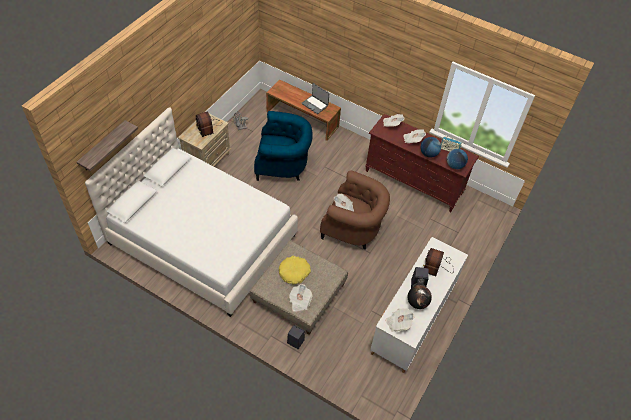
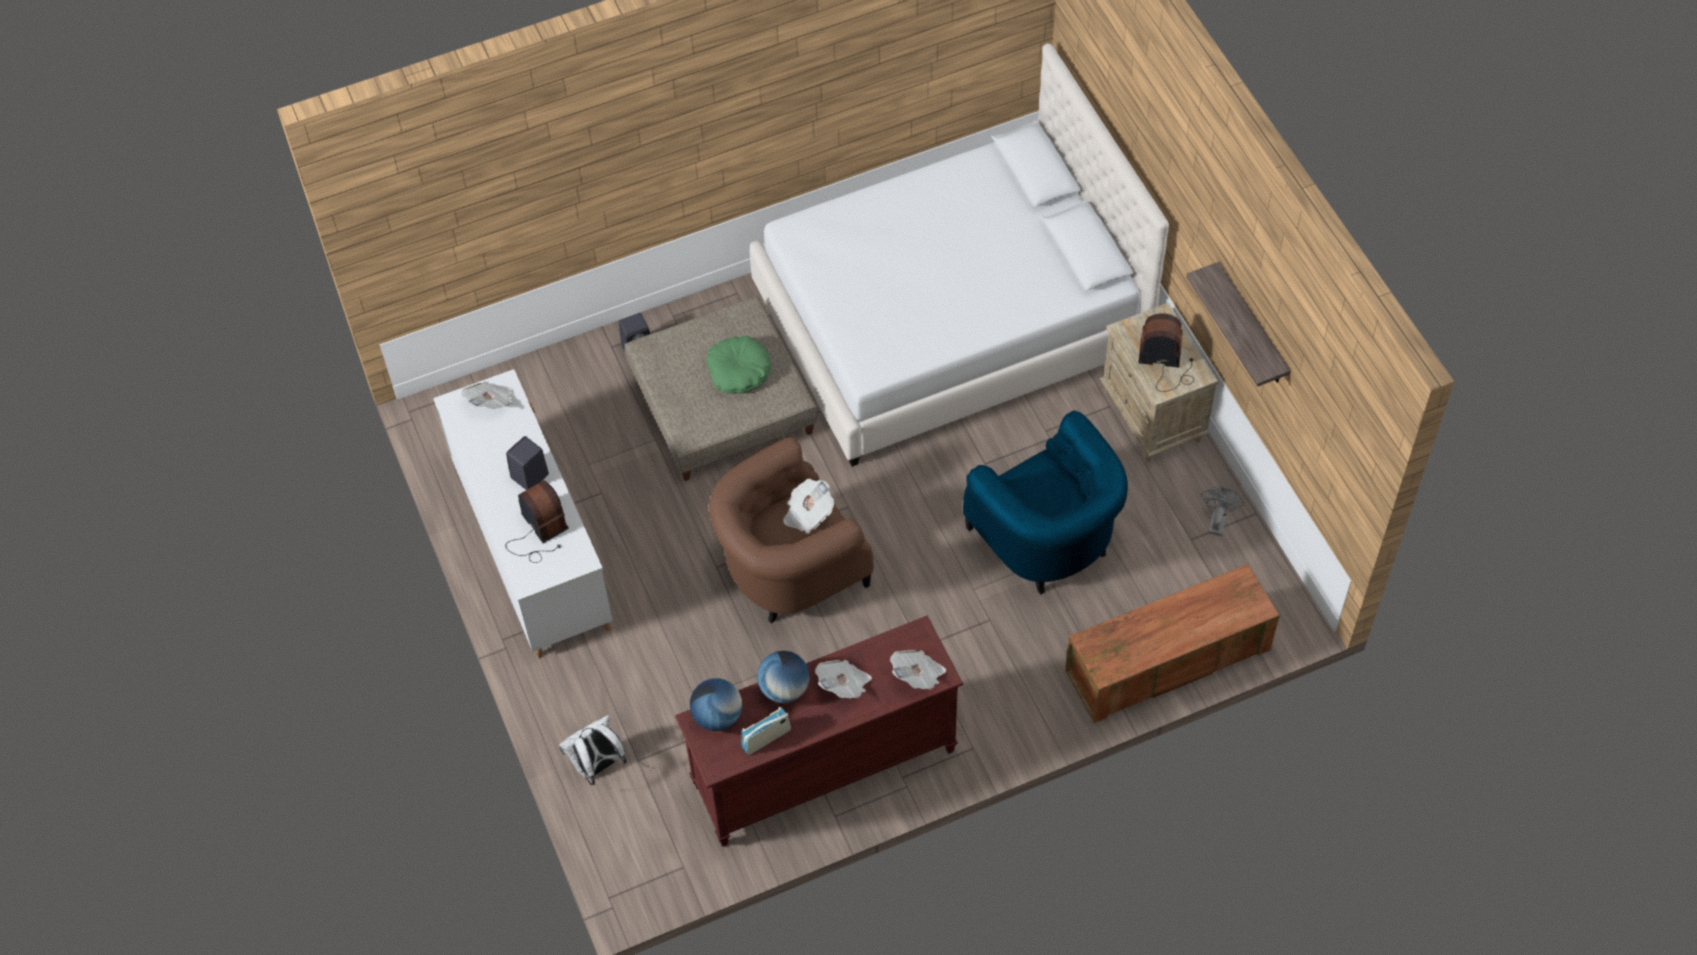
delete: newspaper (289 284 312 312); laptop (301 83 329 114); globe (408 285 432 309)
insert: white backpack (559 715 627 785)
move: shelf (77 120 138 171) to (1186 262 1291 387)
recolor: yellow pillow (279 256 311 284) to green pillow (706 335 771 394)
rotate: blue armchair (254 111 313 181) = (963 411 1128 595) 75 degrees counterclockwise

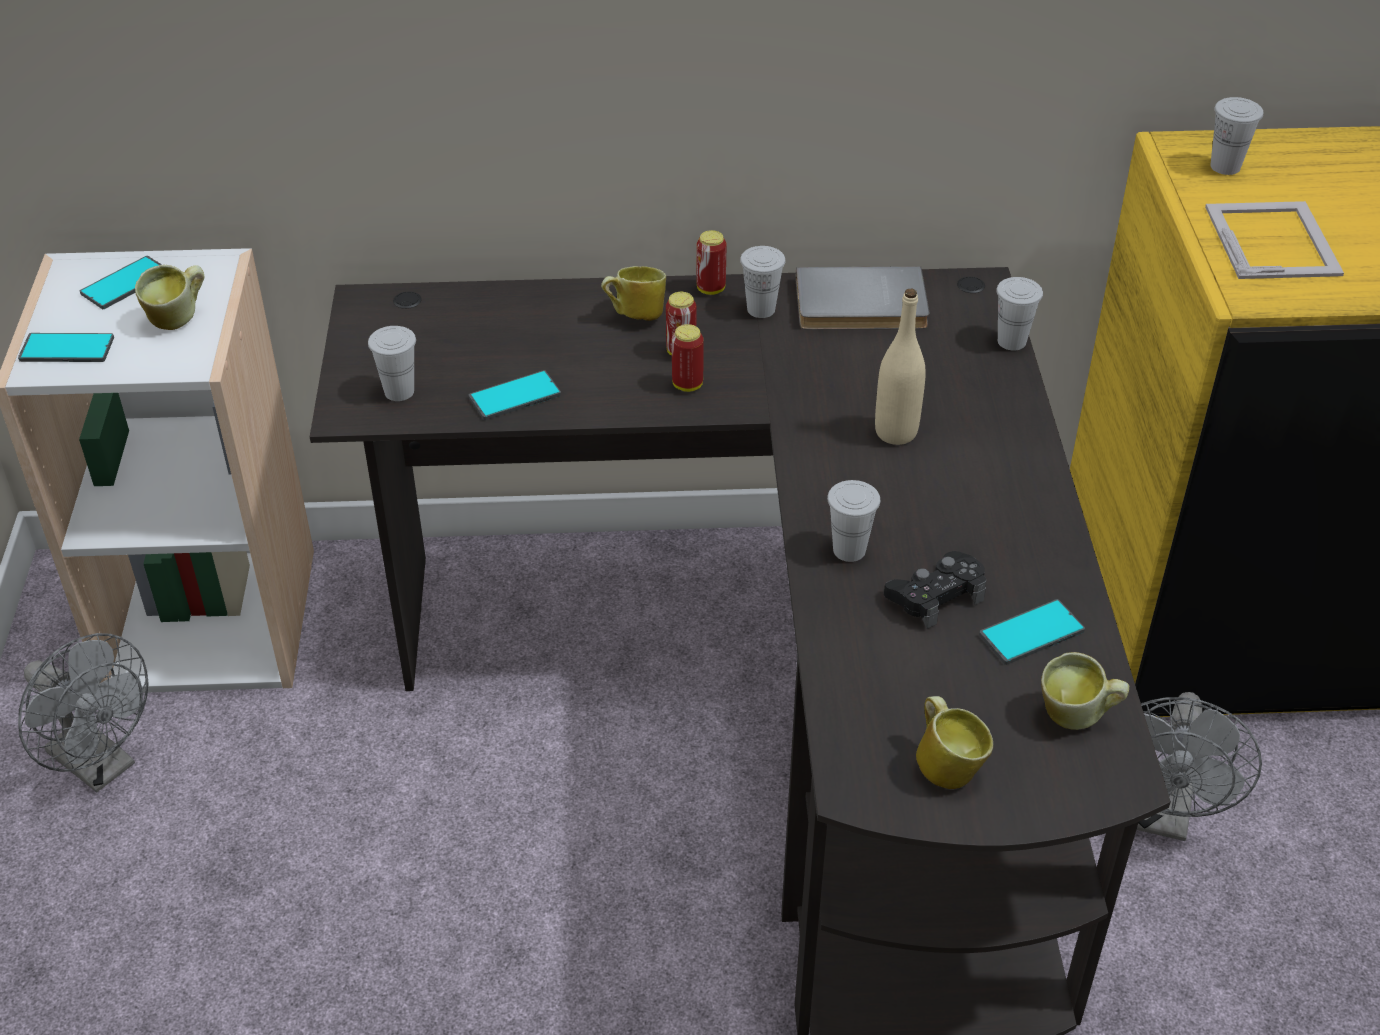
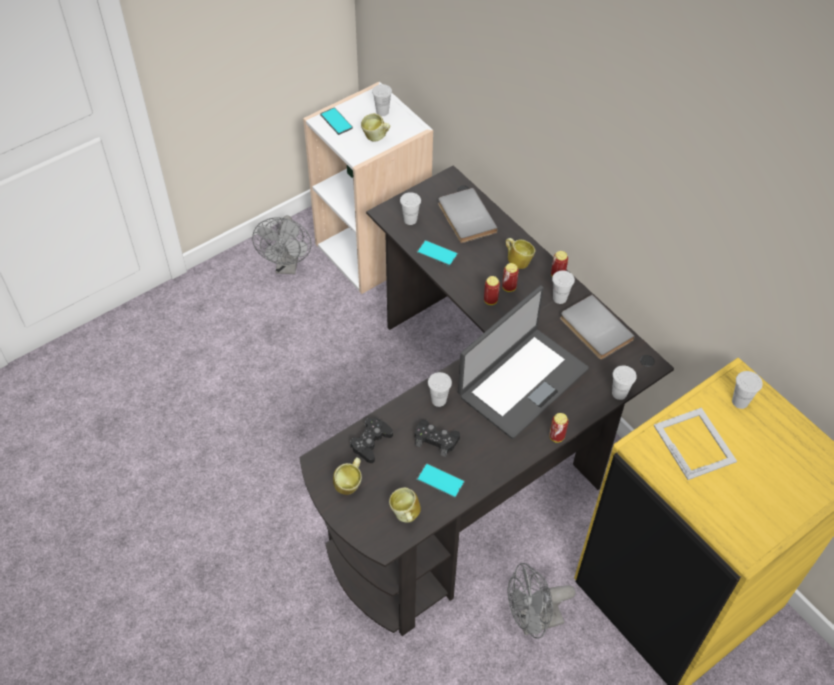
insert: black game controller (350 418 393 463); grey book (438 188 498 243); can (549 413 569 443)
replace: phone (80 256 162 309) to white cup (372 84 392 116); beige bottle (875 289 926 445) to laptop (458 285 589 439)
rotate: picture frame (1205 201 1344 279) = (653 408 737 480) 75 degrees counterclockwise

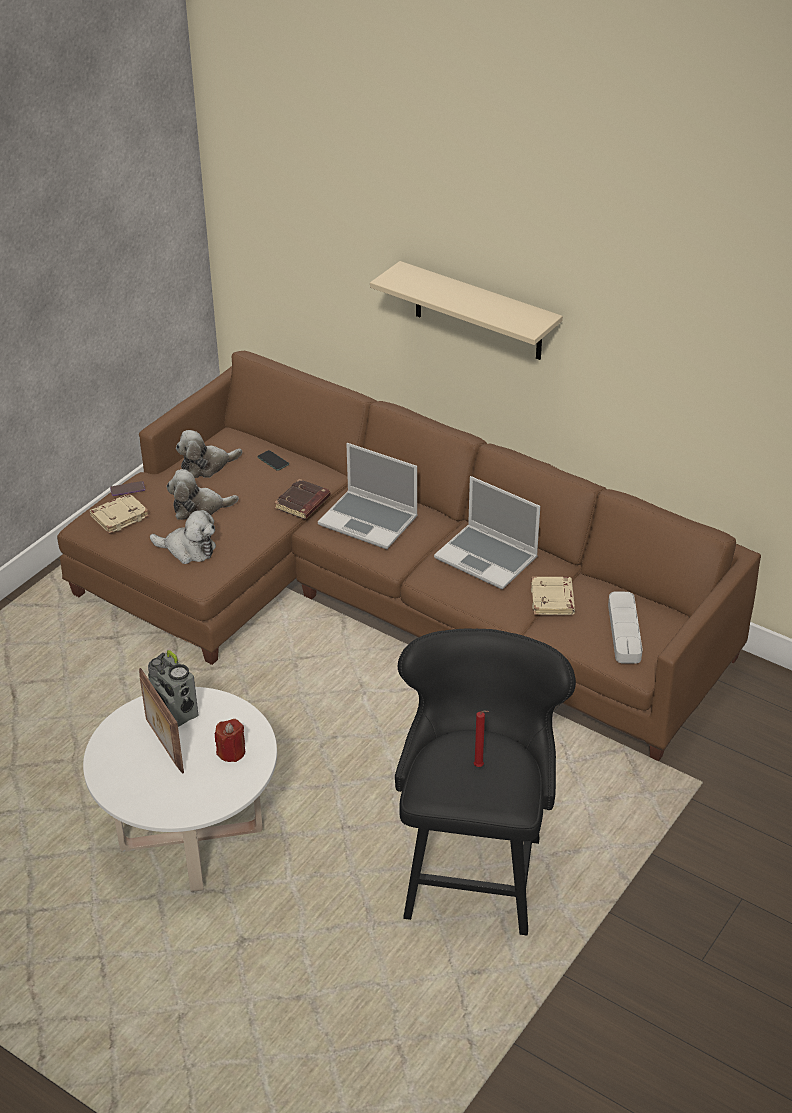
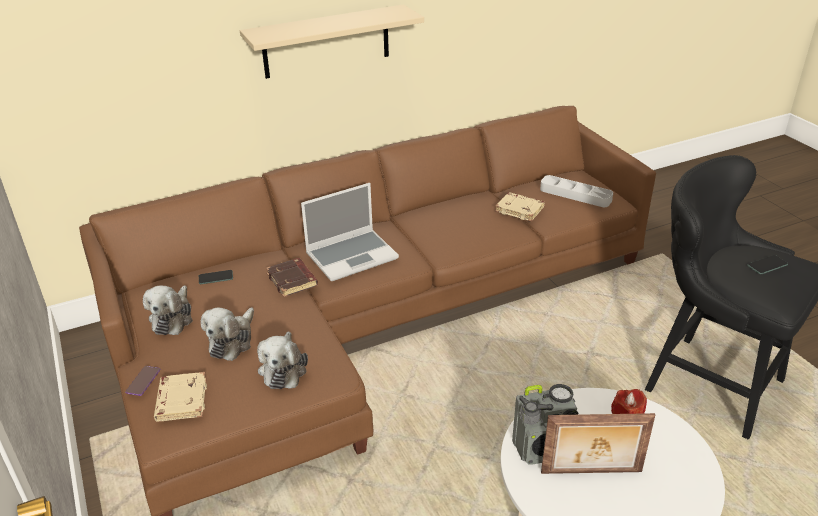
delete: laptop (434 476 540 589)
replace: red candle (474 710 489 767) to phone (747 255 788 274)
rotate: plush toy (150 510 216 564) = (257 332 308 389) 135 degrees clockwise

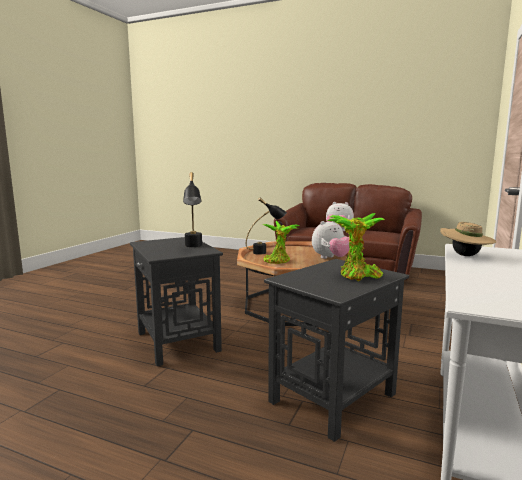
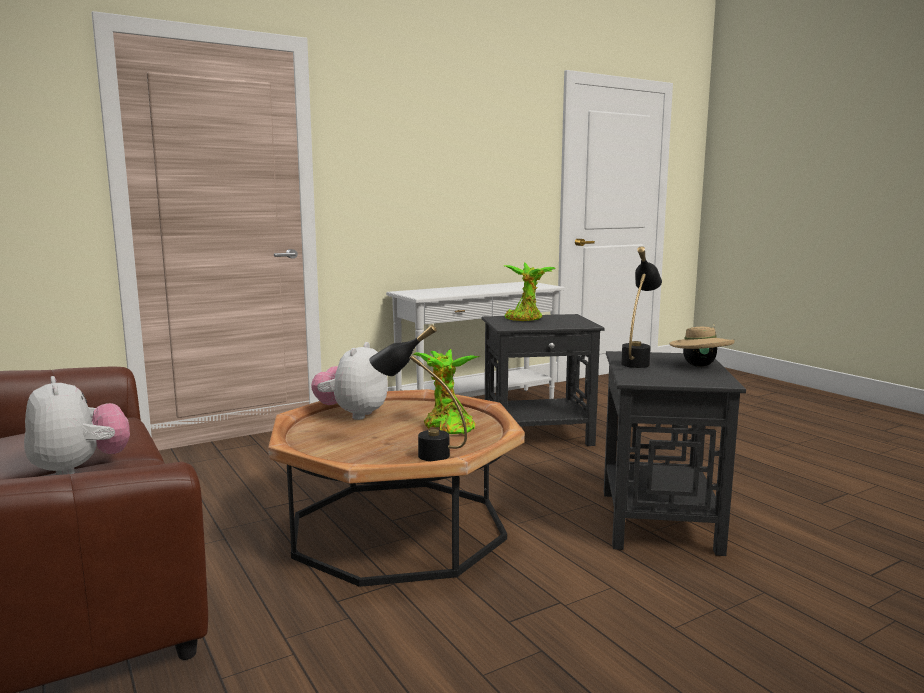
move: beige hat (440 222 496 256) to (669 324 735 367)
rotate: plush toy (312 221 350 259) = (311 342 388 420) 75 degrees counterclockwise

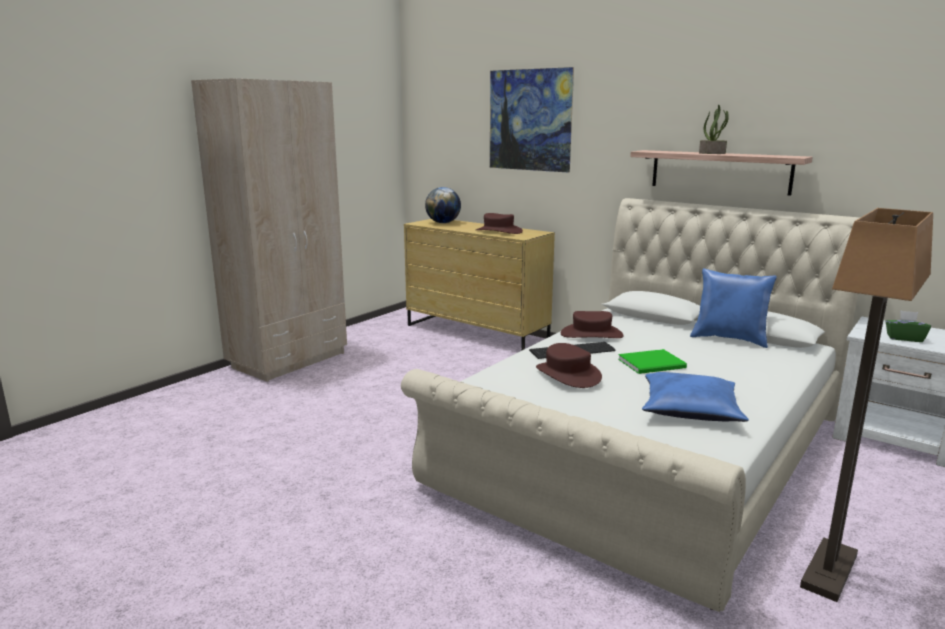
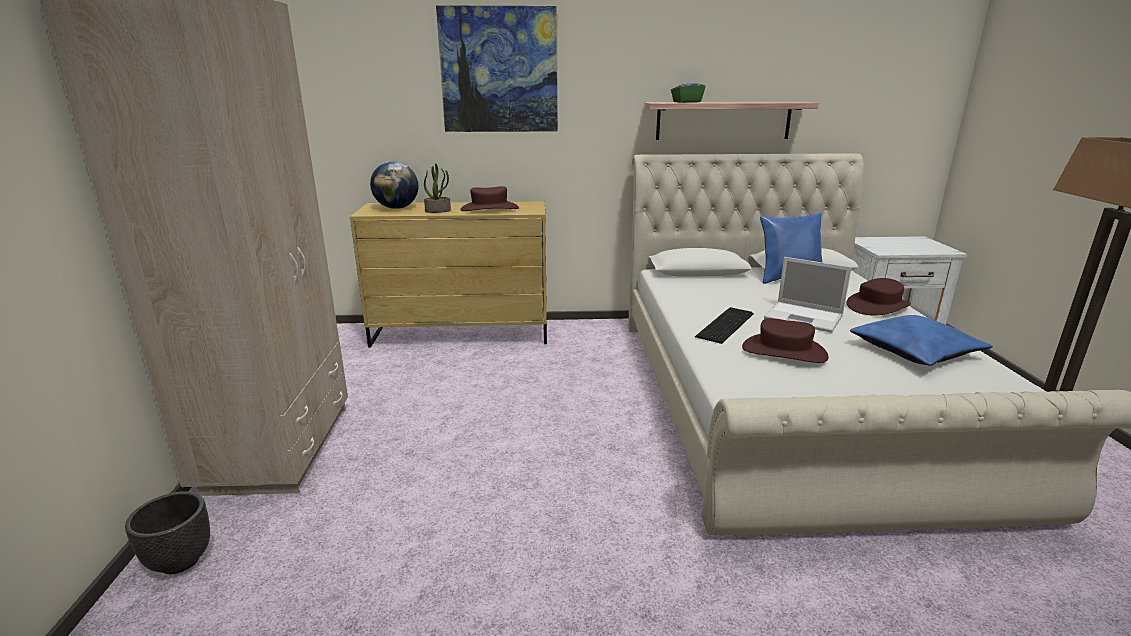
insert: black planter (125 491 210 574)
move: potted plant (699 105 729 154) to (424 163 451 213); green tissue box (885 310 931 342) to (671 77 705 103); brown hat (561 311 624 338) to (847 278 911 316)
replace: green book (618 349 687 374) to laptop (764 257 852 333)

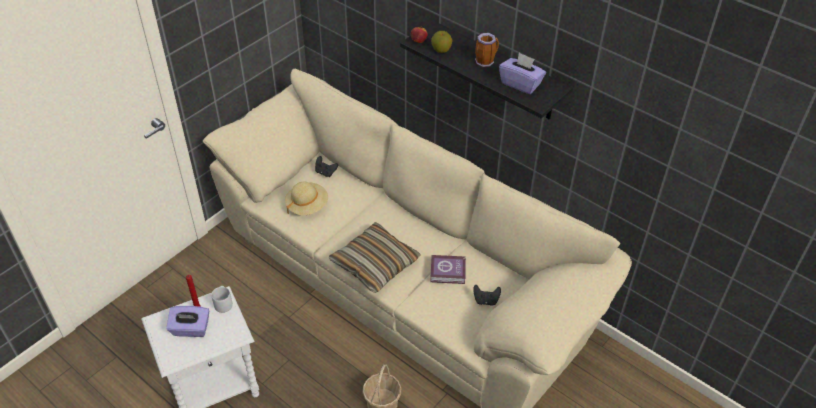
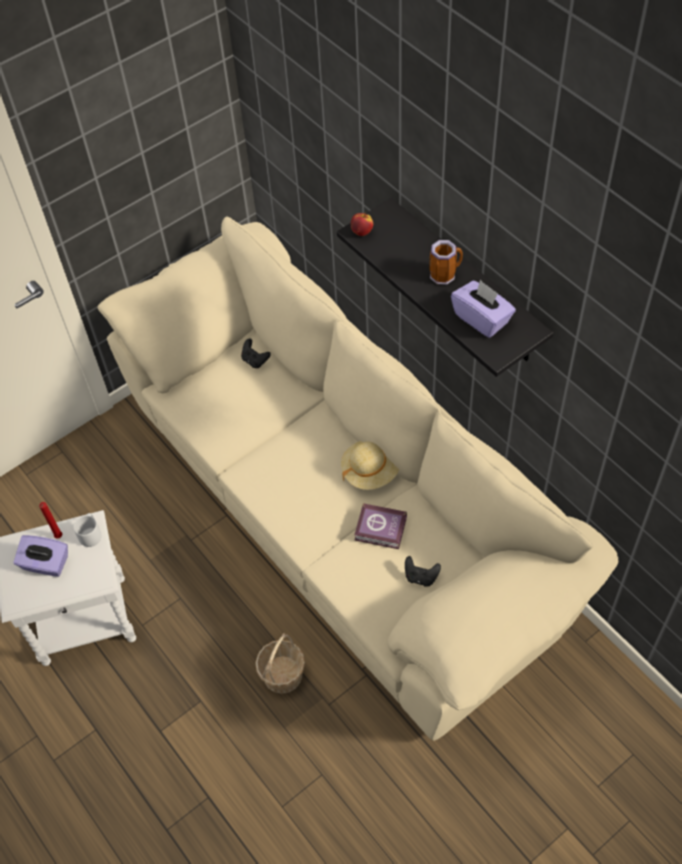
delete: pillow (329 222 421 293); apple (431 31 453 53)
move: beige hat (285 181 328 215) to (341 441 399 490)

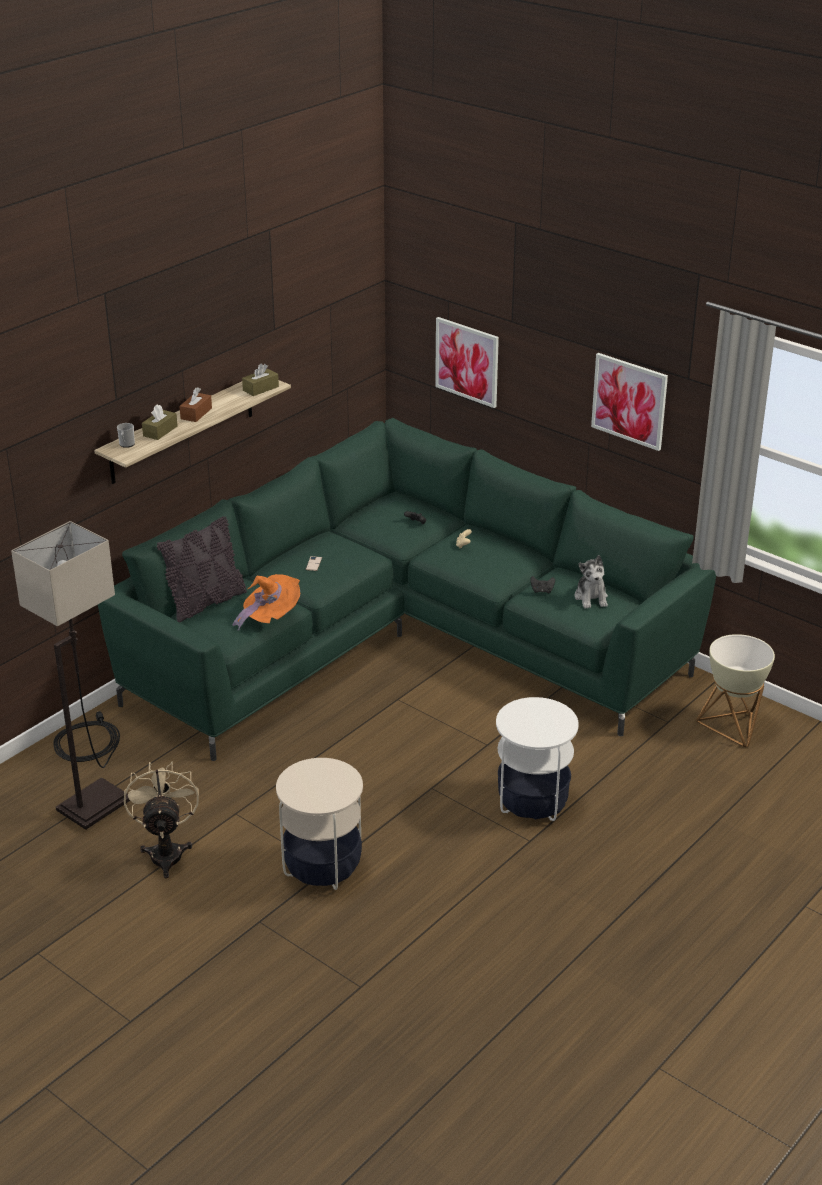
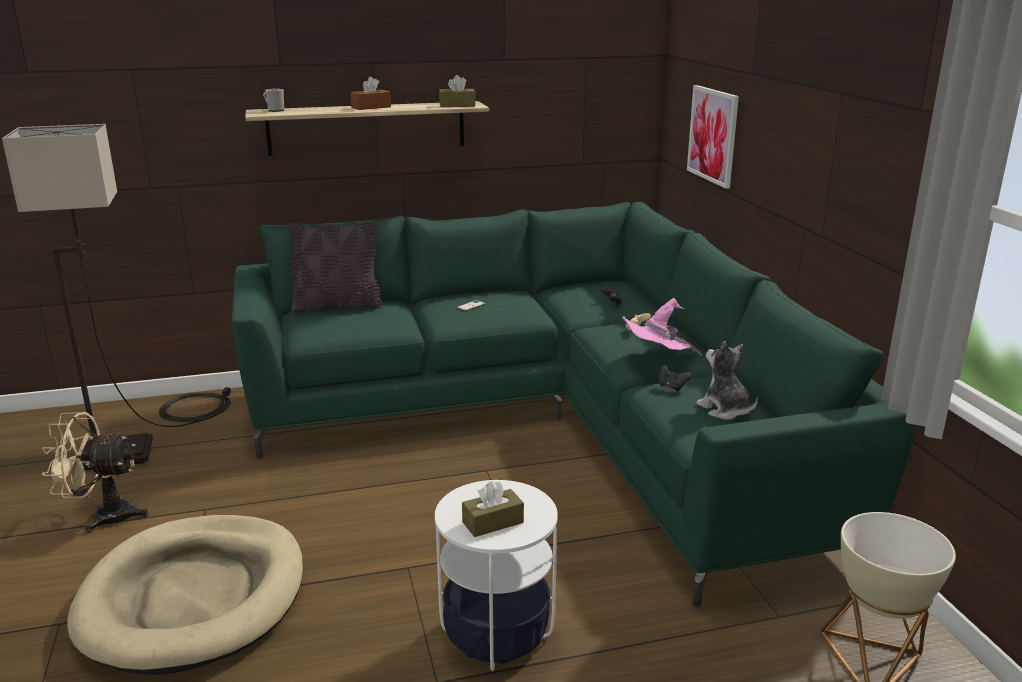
delete: orange hat (233 574 300 631); picture (591 353 668 451)
insert: pink hat (622 298 702 356)
move: brown tissue box (142 404 178 440) to (462 481 524 537)
replace: beige side table (276 758 363 890) to beige dog bed (67 515 303 675)
rotate: beige fan (124 762 199 878) = (41 412 149 534) 120 degrees counterclockwise; plush toy (575 555 608 609) = (696 341 758 420) 120 degrees clockwise

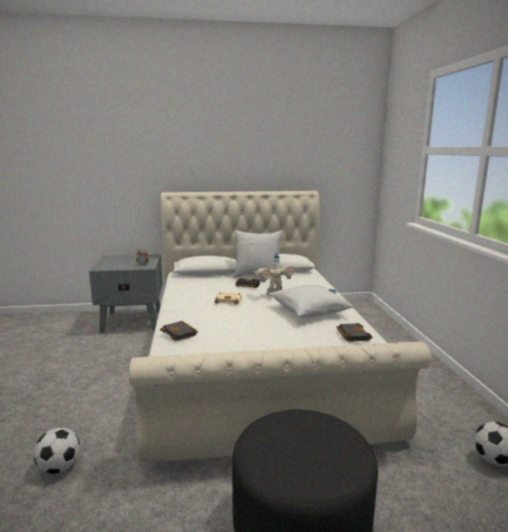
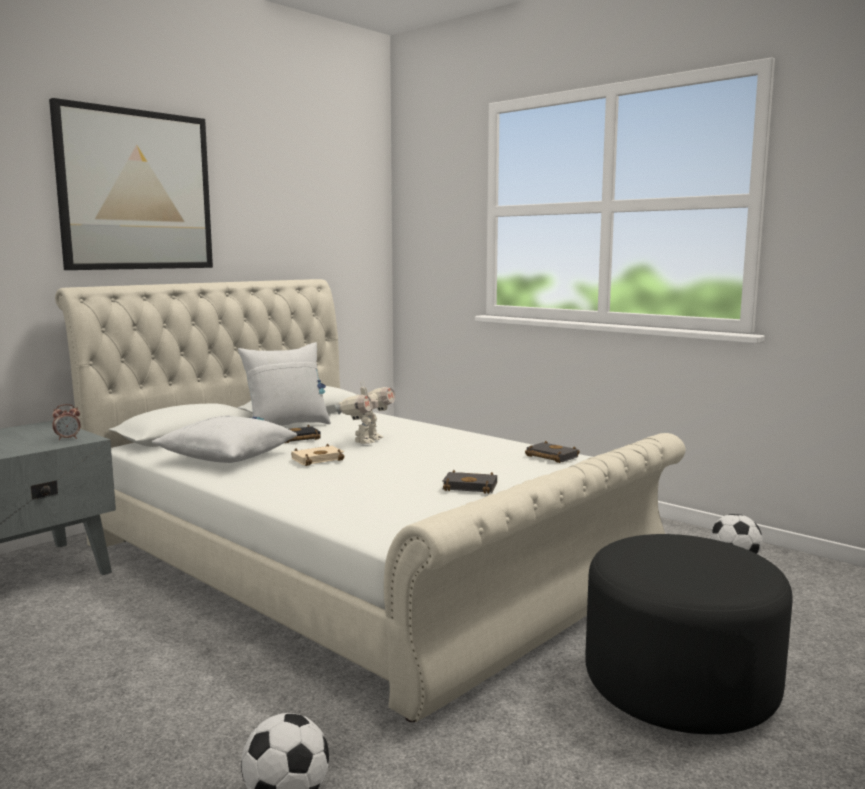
insert: picture (49 98 213 270)
move: grey pillow (269 285 353 318) to (152 416 297 463); black book (160 321 198 341) to (442 470 497 494)

